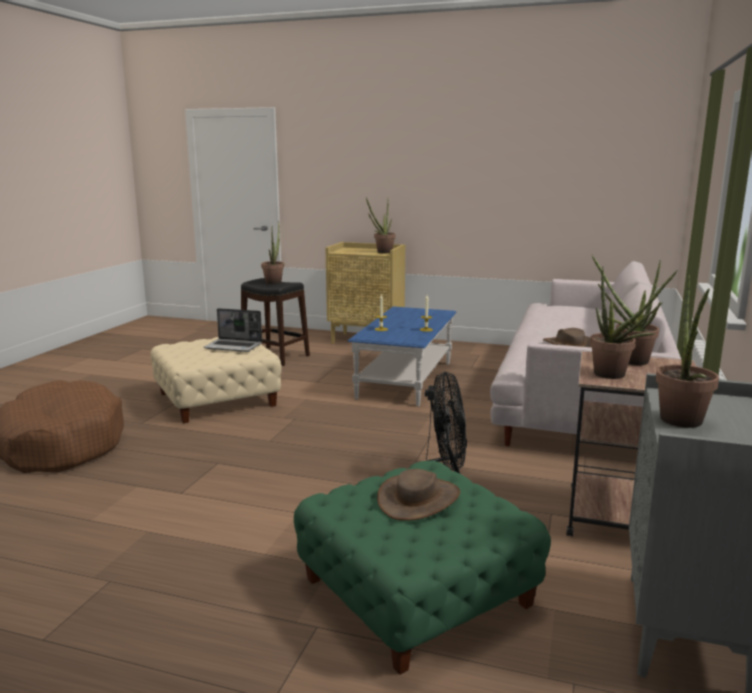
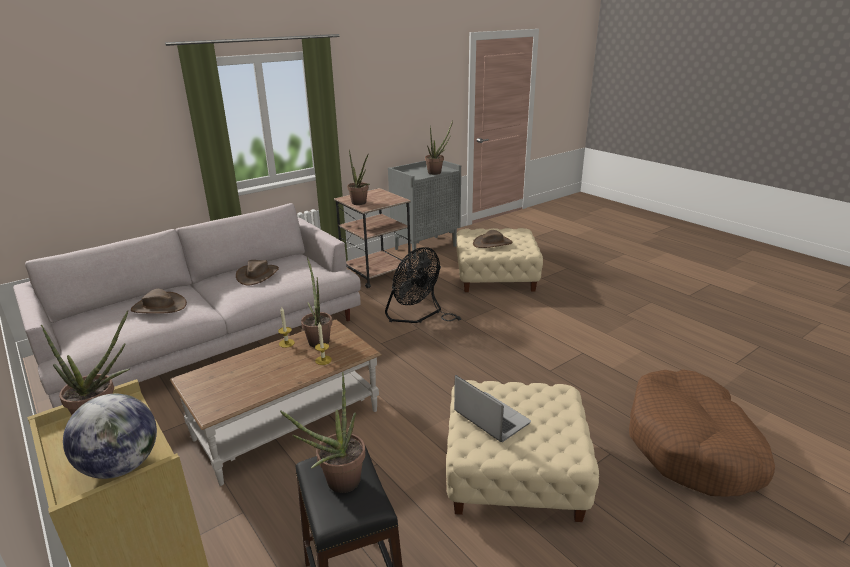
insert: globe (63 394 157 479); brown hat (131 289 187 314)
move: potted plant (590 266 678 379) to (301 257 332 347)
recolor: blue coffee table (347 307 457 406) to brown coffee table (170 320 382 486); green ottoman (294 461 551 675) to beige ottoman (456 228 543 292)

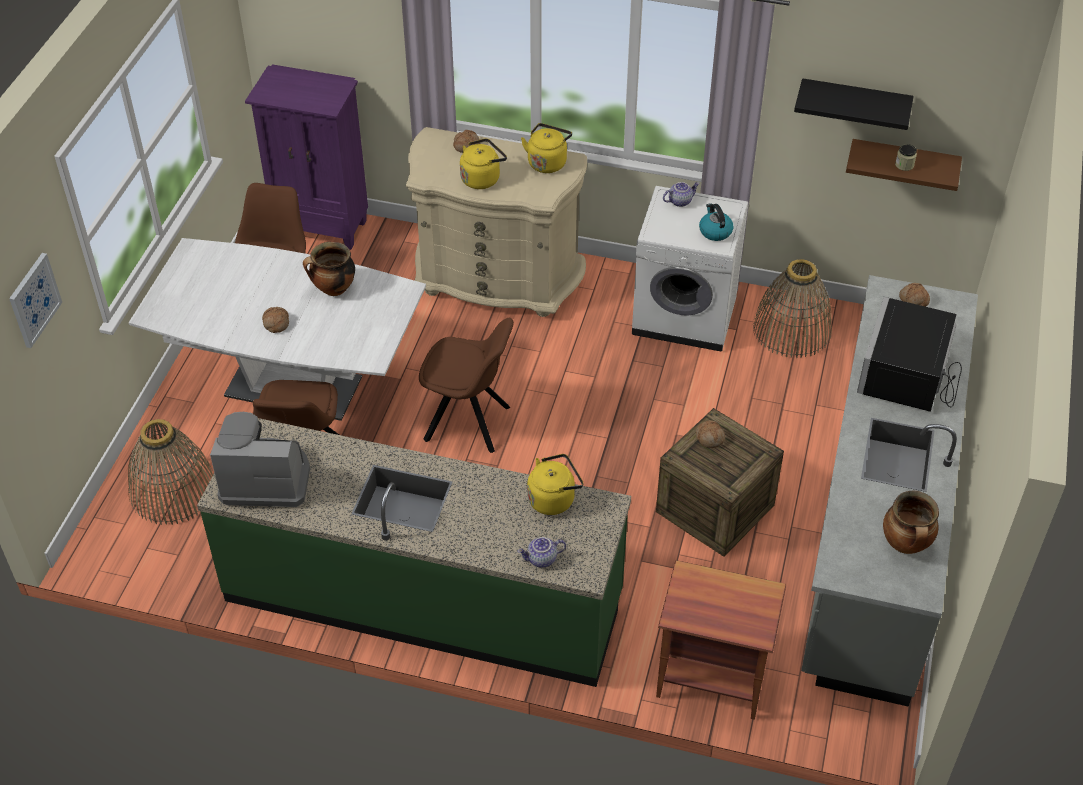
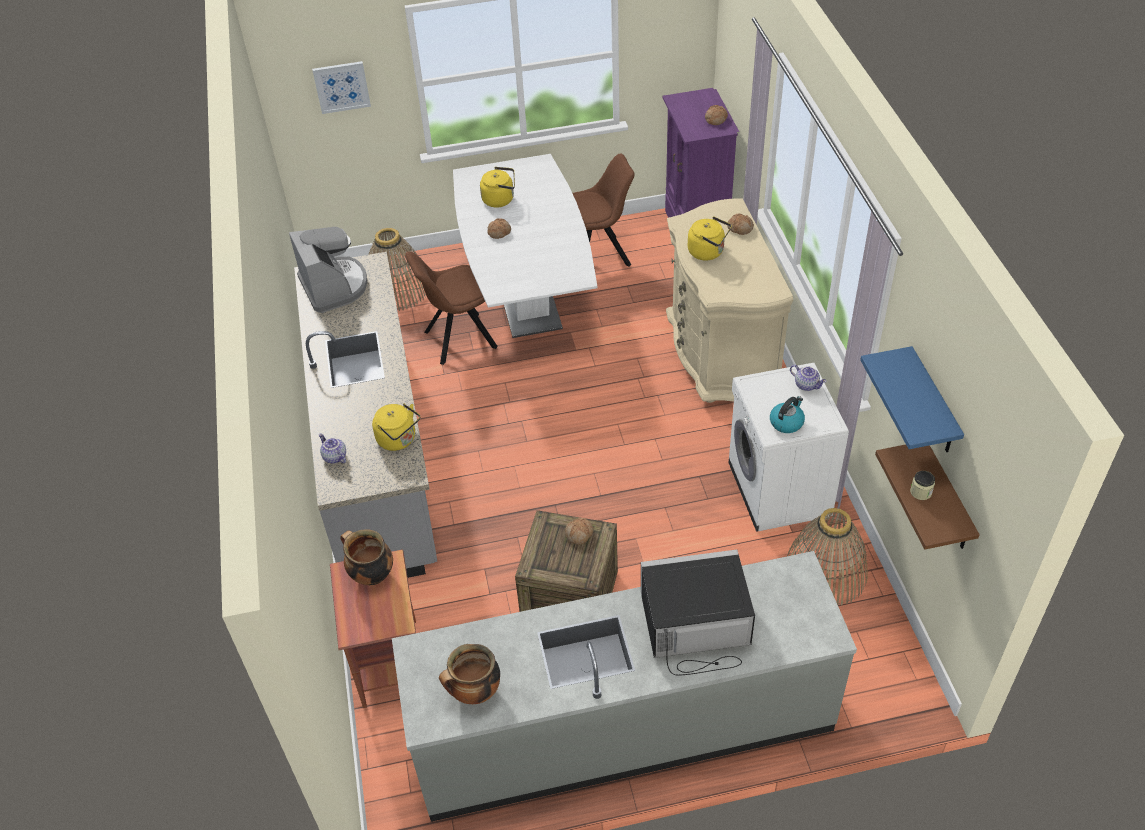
delete: brown chair (419 318 514 453)
move: cooking pot (303 242 355 296) to (340 529 393 586); yellow kettle (521 123 572 173) to (480 167 515 208); bread (899 283 930 307) to (705 105 728 125)
recolor: green counter (197 418 631 687) to grey counter (294 252 437 578); black shelf (794 78 914 130) to blue shelf (860 346 964 452)

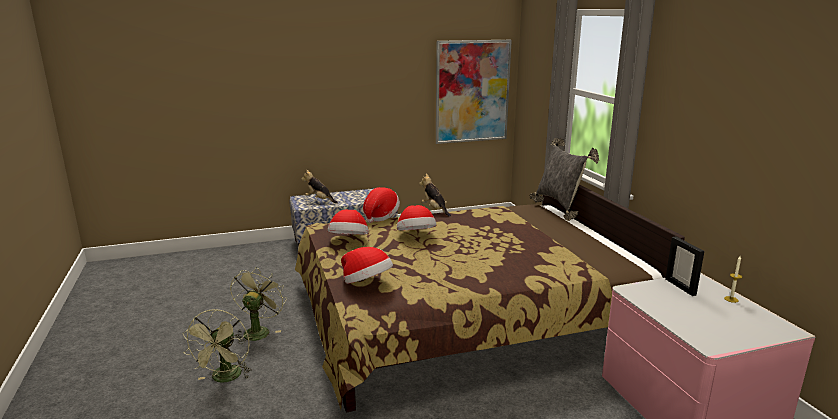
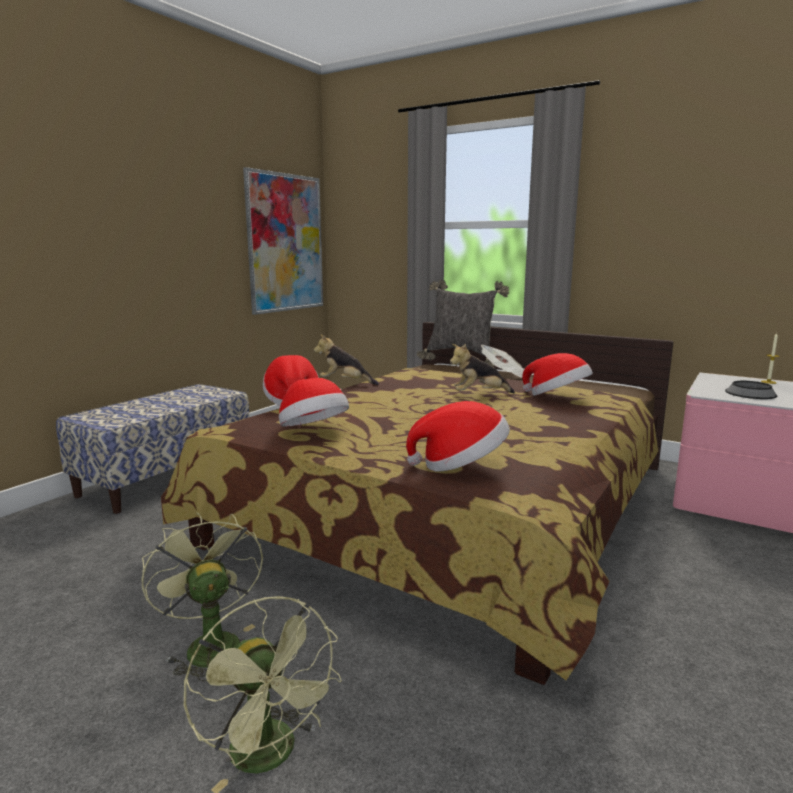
delete: picture frame (665 237 704 296)
insert: newspaper (481 345 524 378); bowl (725 381 777 399)
move: plush toy (301 169 338 204) to (450 344 515 393); hat (397 205 437 231) to (522 353 593 396)

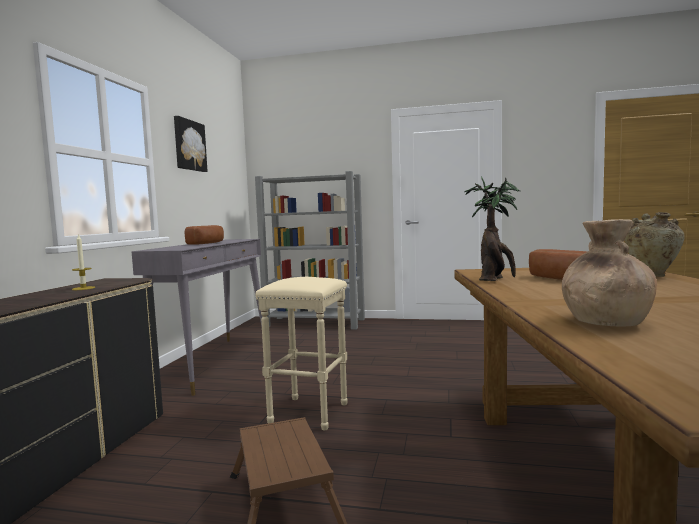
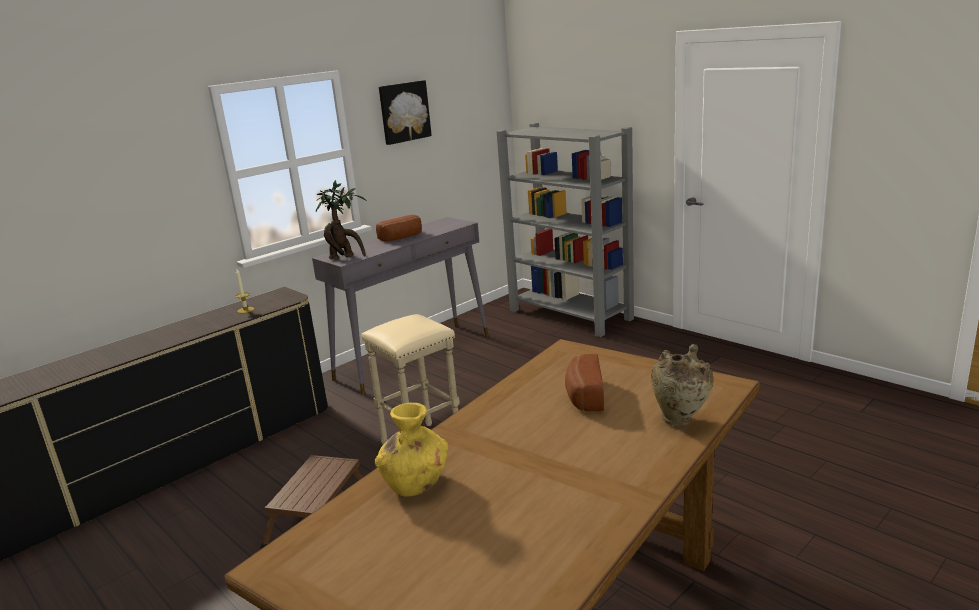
move: potted plant (465 176 520 281) to (316 180 367 259)
recolor: brown vase (562 219 657 326) to yellow vase (375 403 448 497)

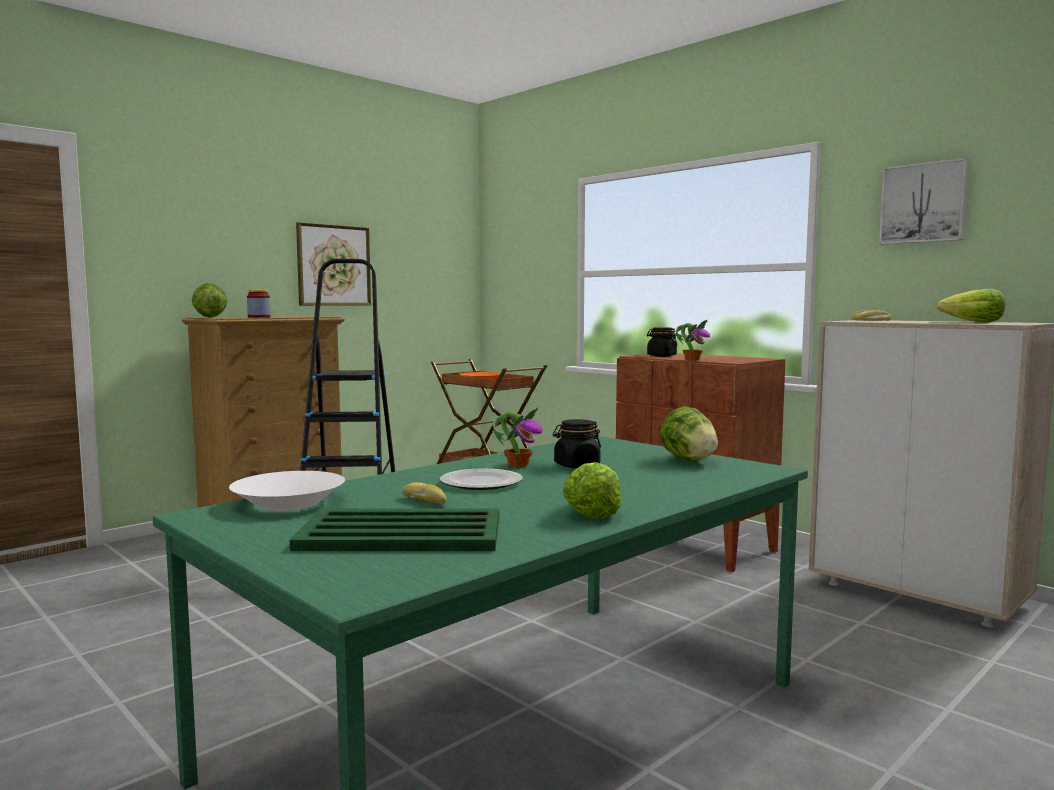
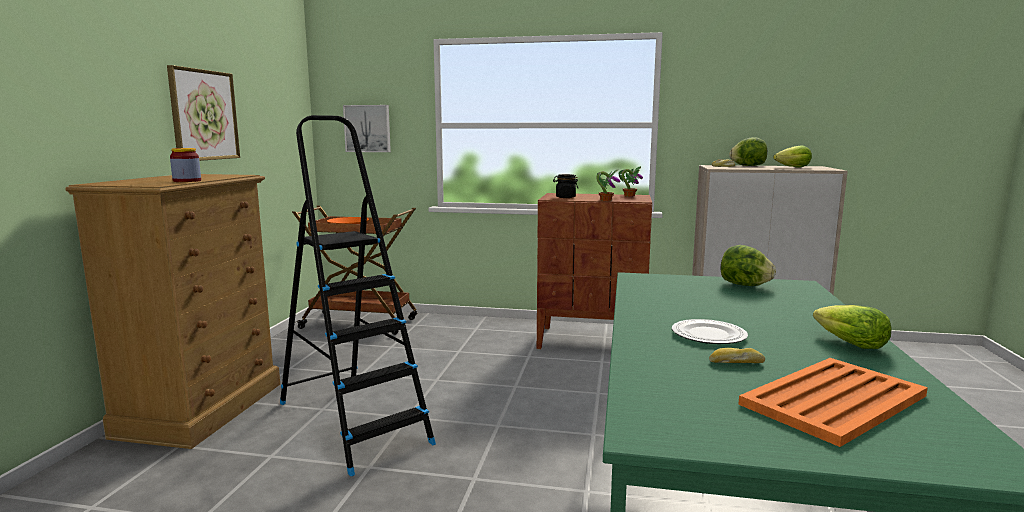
delete: white bowl (229 471 345 511); black jar (553 419 601 468)
move: picture (879 158 969 244) to (343 105 391 152); potted plant (493 408 543 467) to (619 166 643 197); lettuce (192 283 228 318) to (729 137 767 166)
recolor: green tray (290 508 499 551) to orange tray (738 358 928 447)

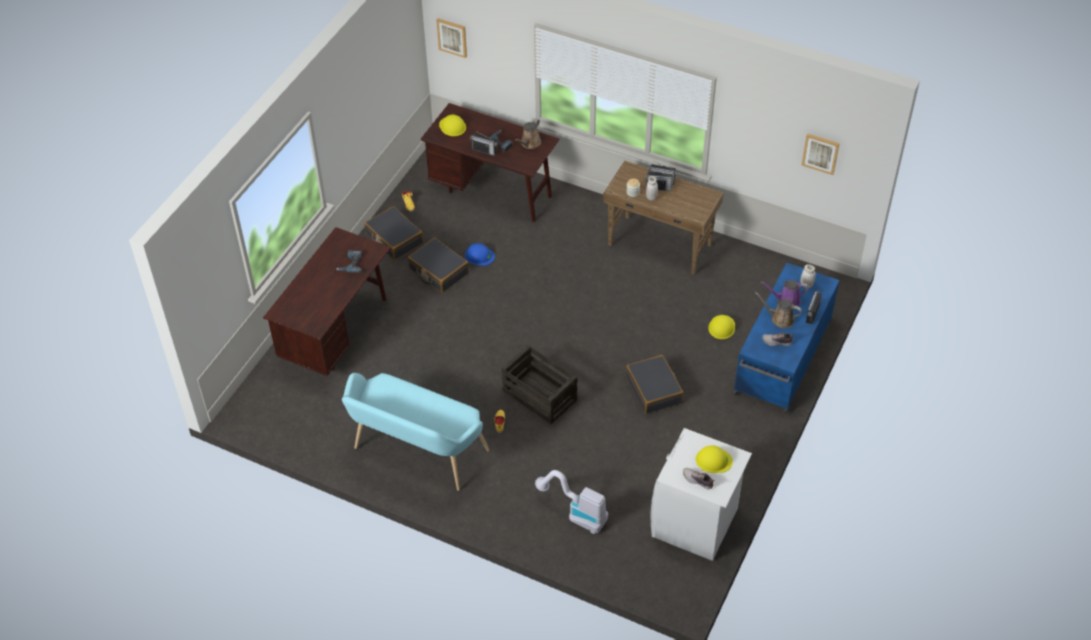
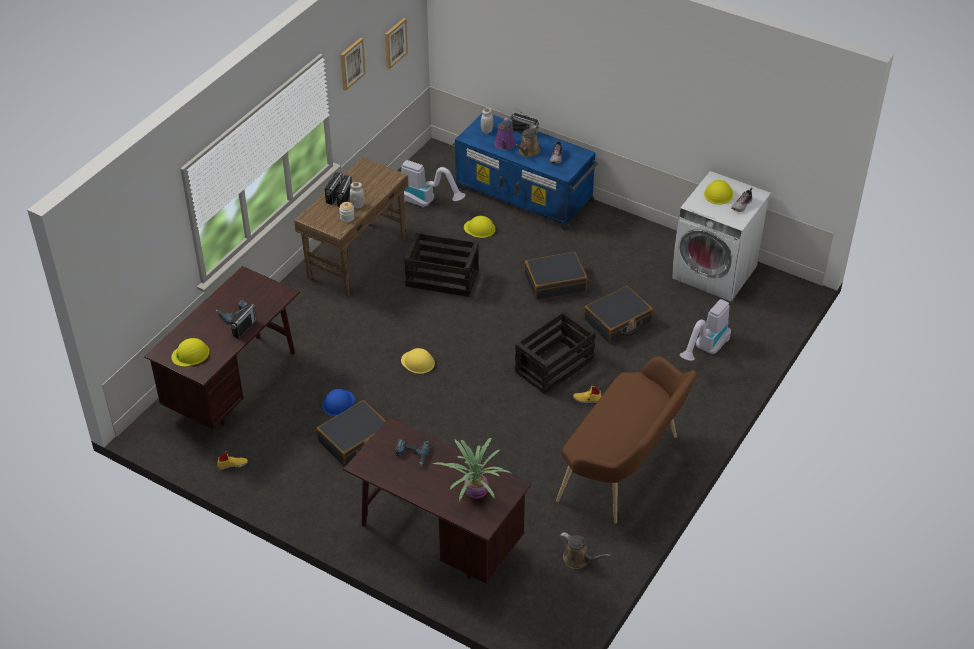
insert: vacuum cleaner (401 160 465 208); yellow hard hat (401 348 435 374); crate (404 233 479 297); potted plant (433 437 511 501)
move: picture (436 18 467 58) to (340 38 366 91); brown watering can (515 119 541 149) to (559 532 610 569); black suitcase (365 206 423 260) to (584 286 653 343)
recolor: turquoise bench (342 373 490 491) to brown bench (556 356 697 524)

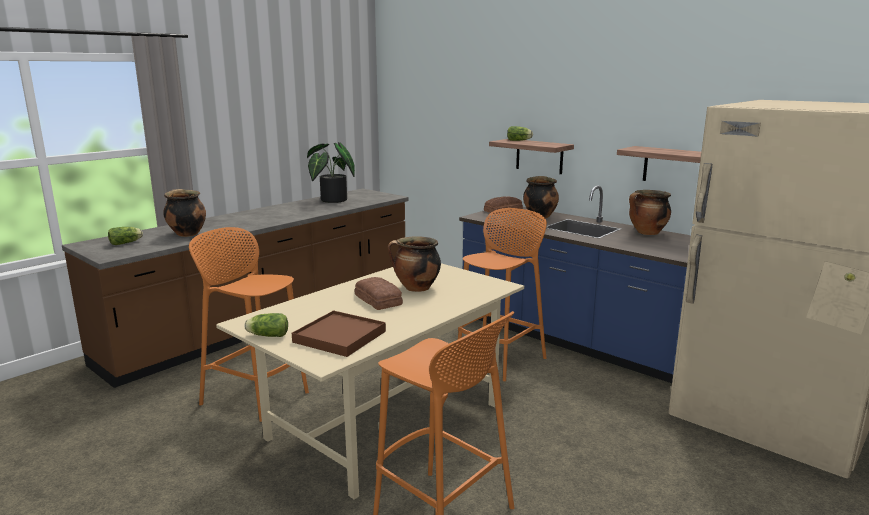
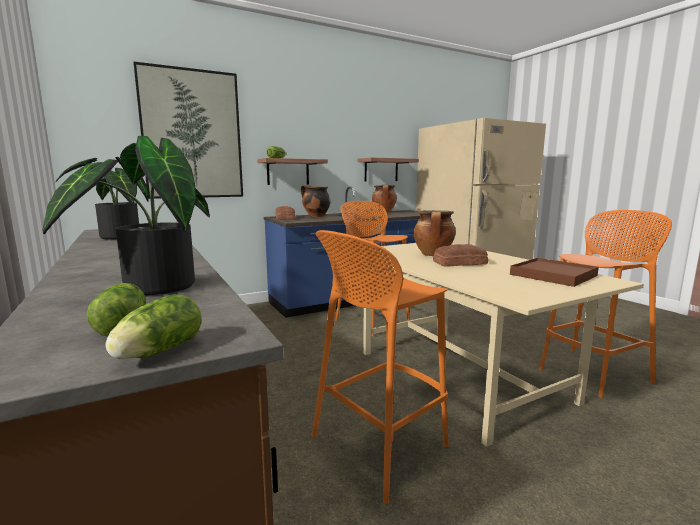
insert: picture (133 61 243 199)
move: lettuce (244 313 288 337) to (106 294 202 359)
replace: cooking pot (163 189 206 237) to potted plant (42 136 210 295)

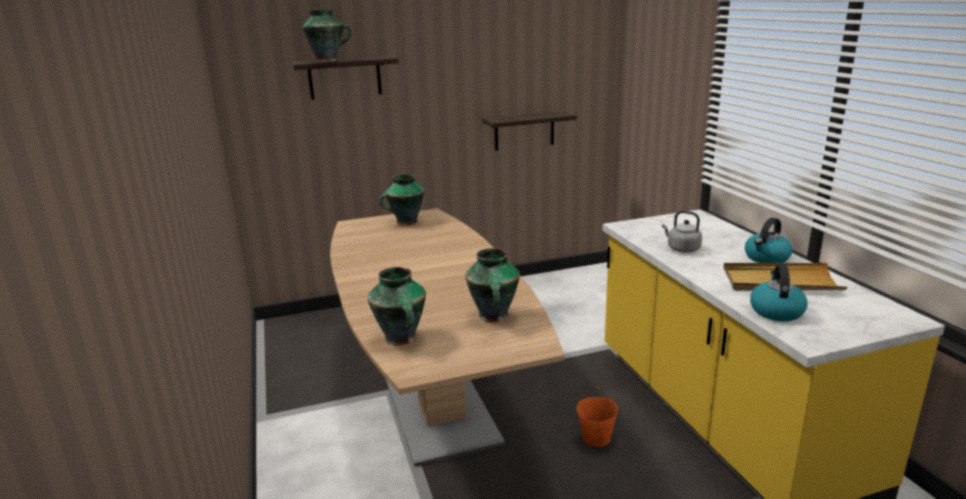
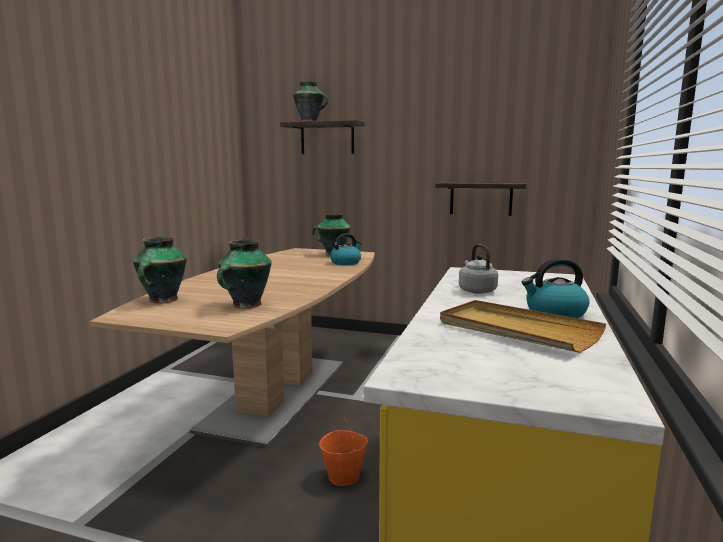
move: kettle (750 264 808 321) to (330 233 362 265)

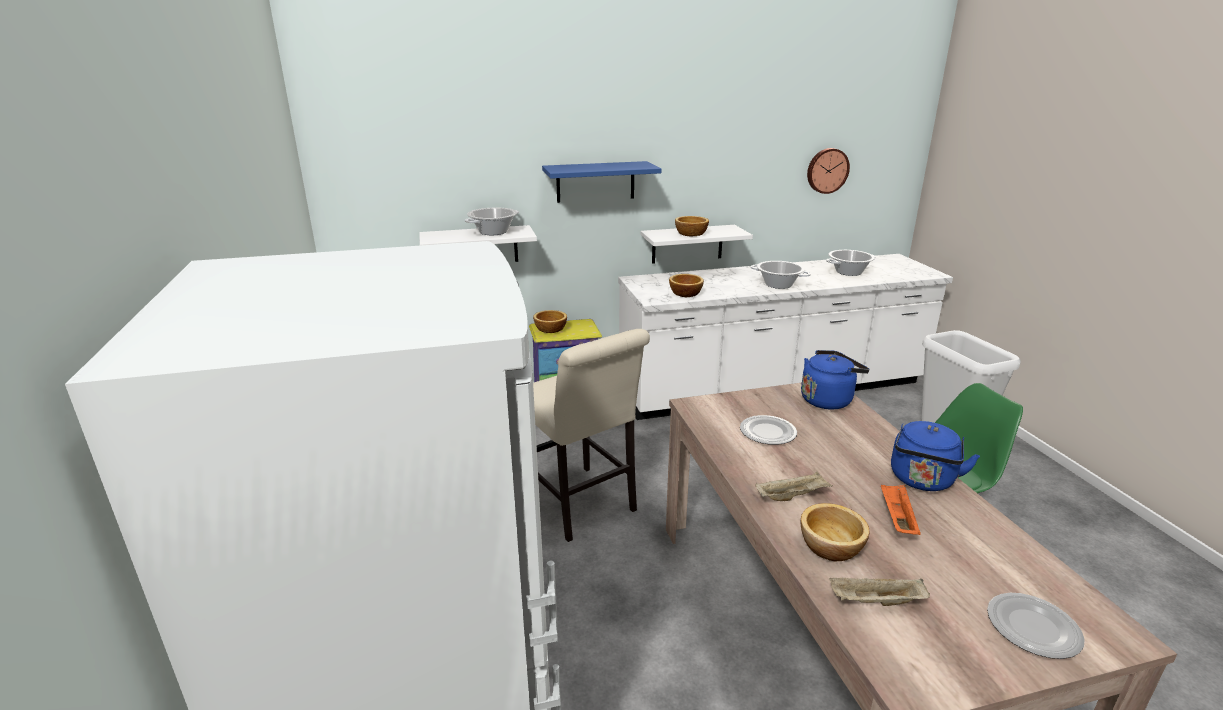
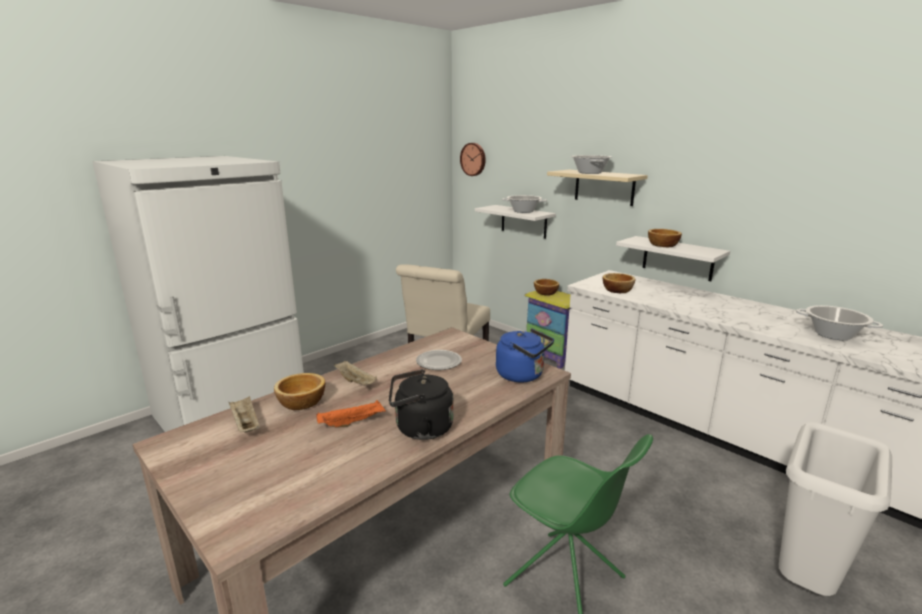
delete: plate (987 593 1085 659)
move: wall clock (807 148 850 194) to (460 143 486 176); cooking pot (751 261 811 289) to (571 155 612 174)
recolor: blue kettle (891 421 980 491) to black kettle (389 369 454 440); blue shelf (542 161 661 203) to beige shelf (547 170 648 206)

